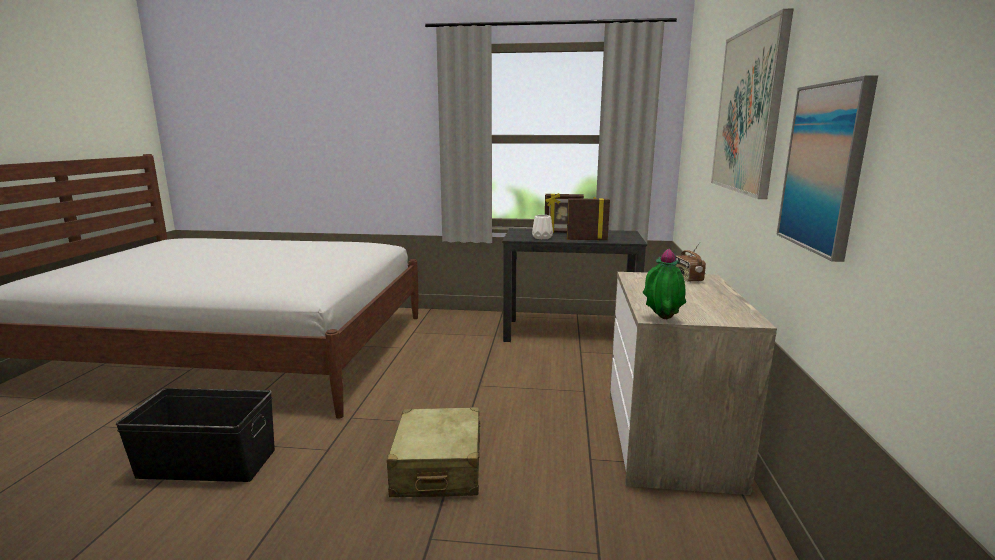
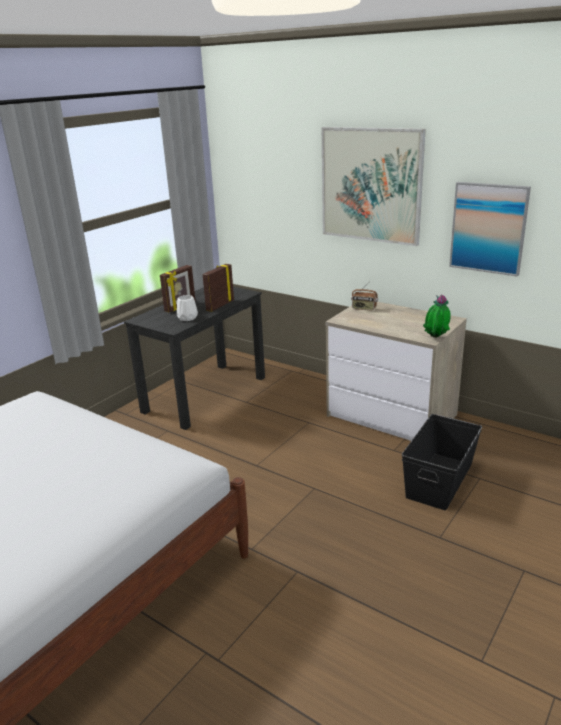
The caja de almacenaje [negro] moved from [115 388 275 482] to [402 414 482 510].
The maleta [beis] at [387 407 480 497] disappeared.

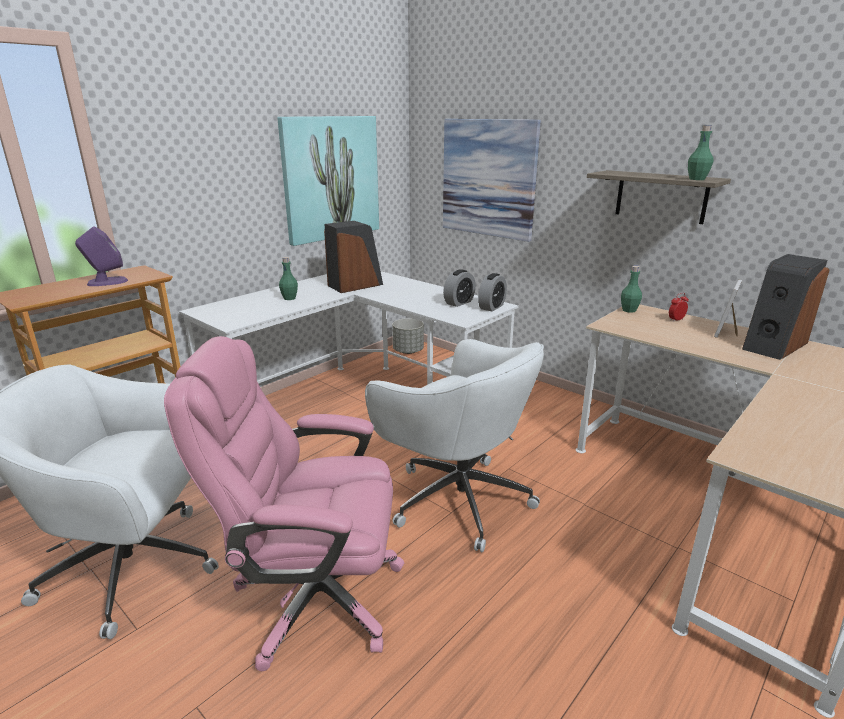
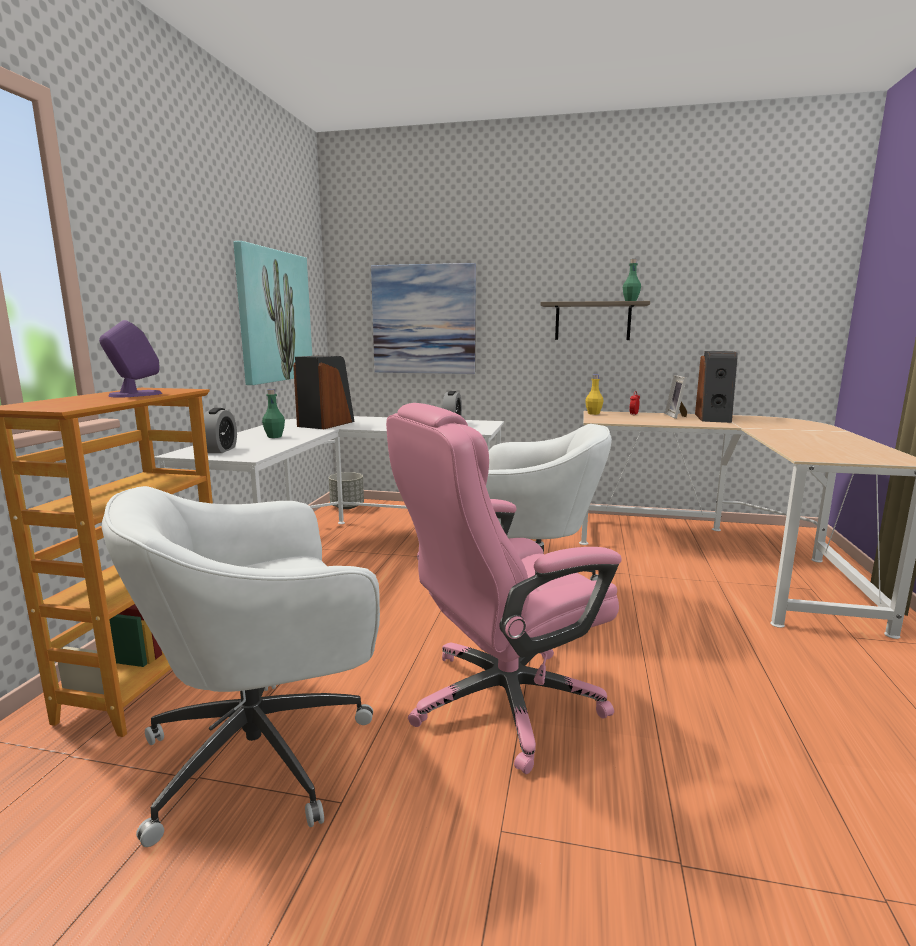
The despertador moved from [478 273 507 312] to [204 408 237 453].
The botella [verde] at [621 266 642 313] became the botella [amarillo] at [585 375 604 415].

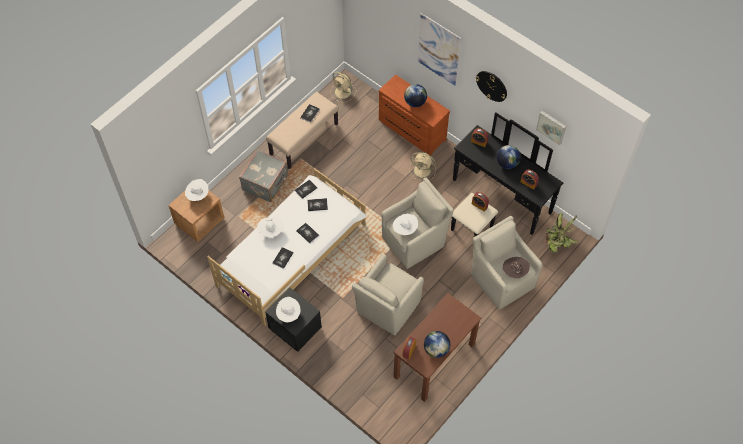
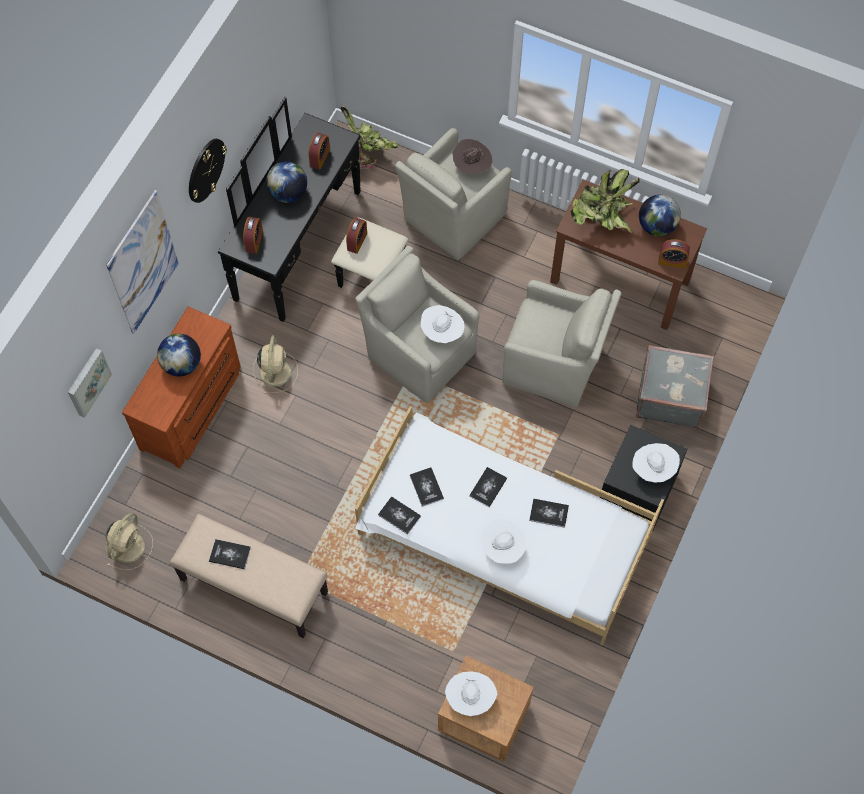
The maleta [gris] moved from [239 150 288 202] to [636 345 714 428].
The cuadro moved from [536 111 566 145] to [68 348 112 418].
The planta en maceta at [571 169 639 233] appeared.

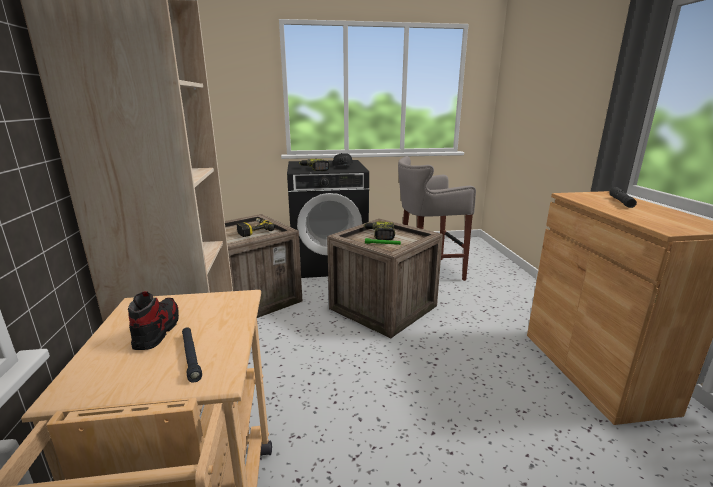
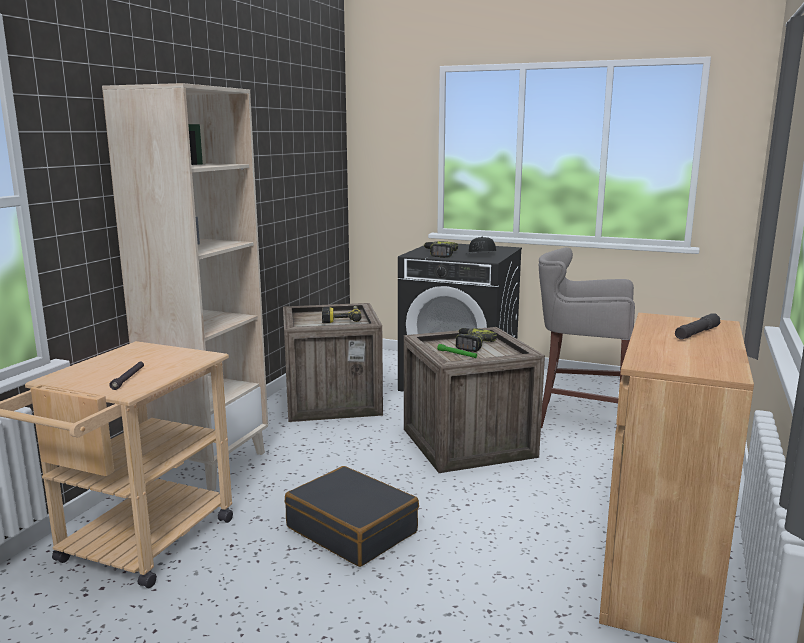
The zapato at [128 291 179 350] disappeared.
The maleta [negro] at [285 466 419 567] appeared.

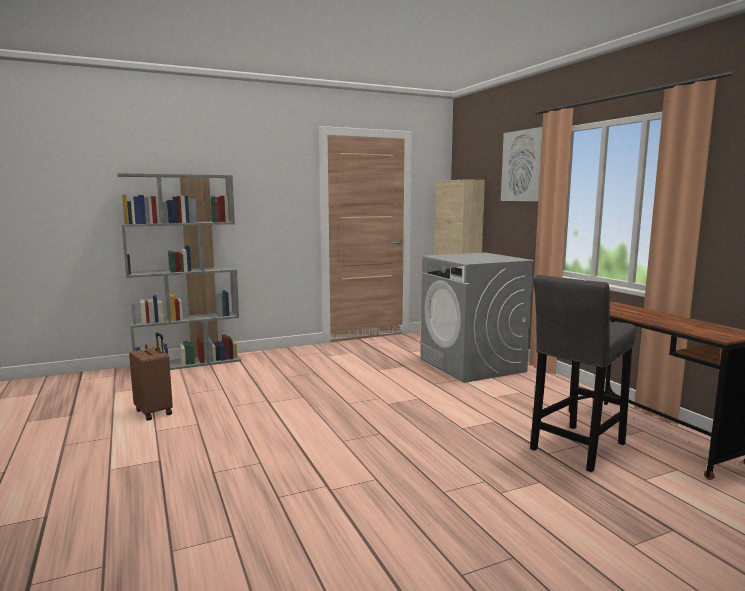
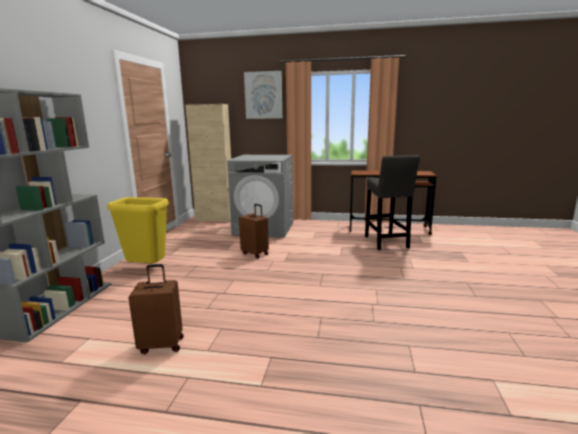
The papelera [amarillo] at [107 197 169 263] appeared.
The maleta [marrón] at [239 204 269 259] appeared.

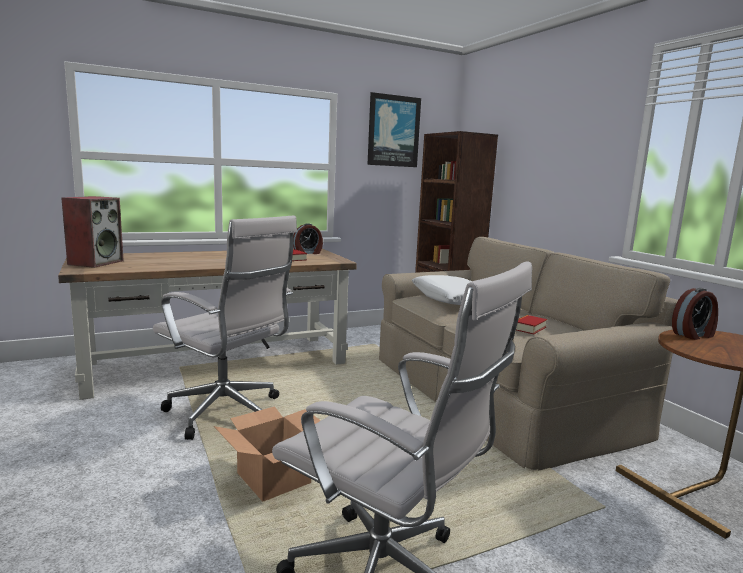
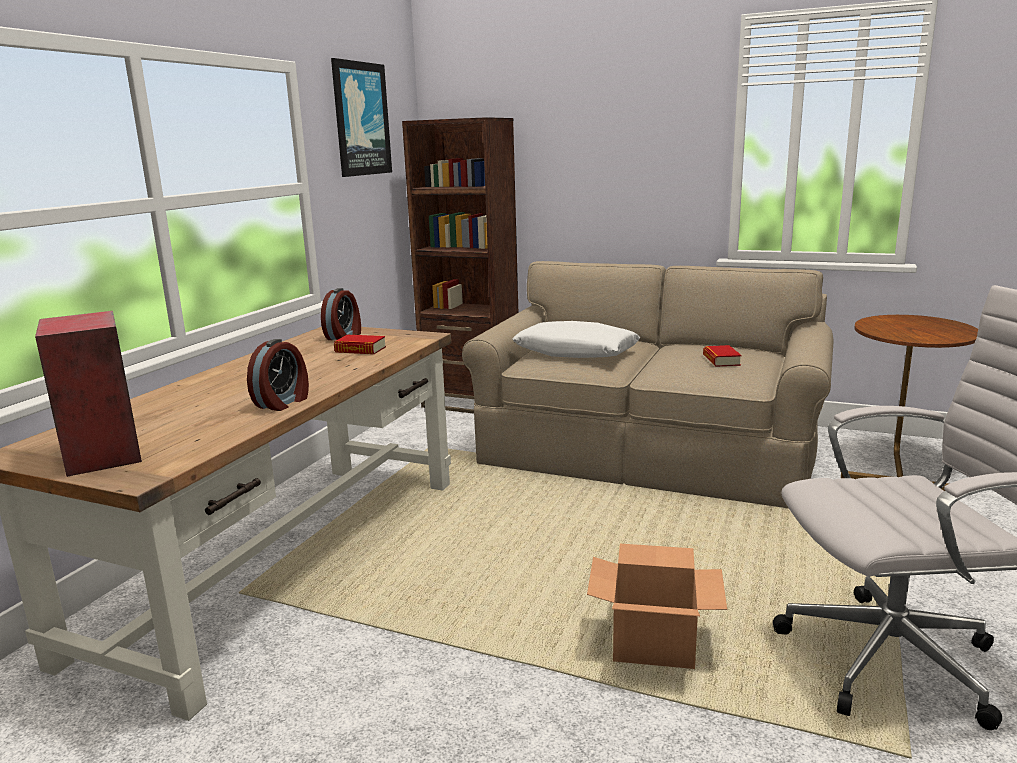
The silla de oficina [blanco] at [153 216 297 440] disappeared.
The despertador moved from [672 288 718 340] to [247 339 309 411].

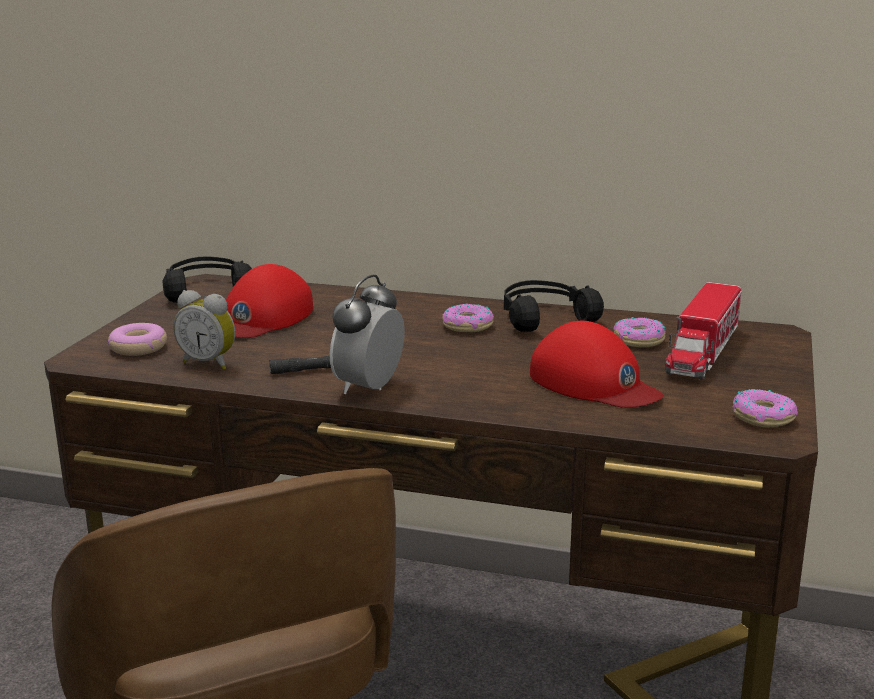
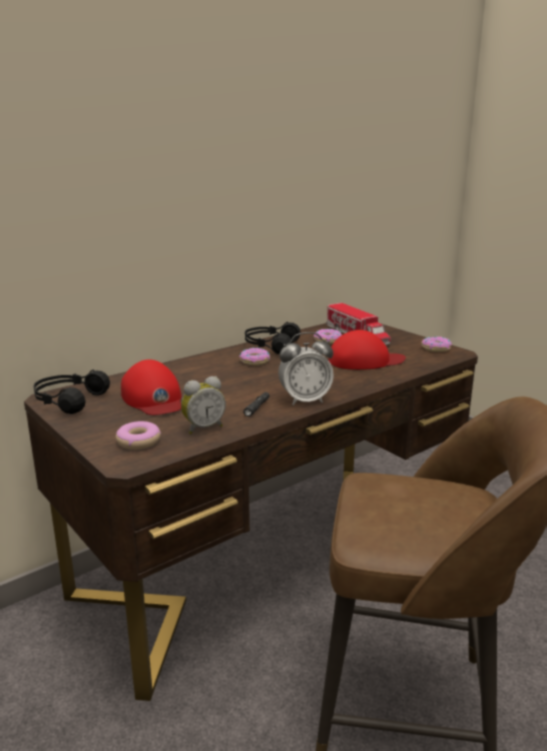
The despertador at [330 275 405 394] turned 75 degrees counterclockwise.

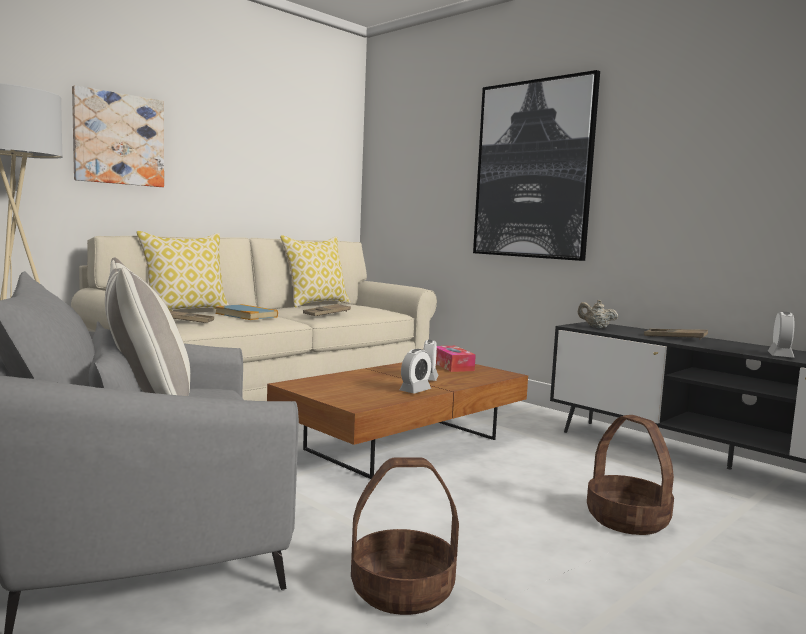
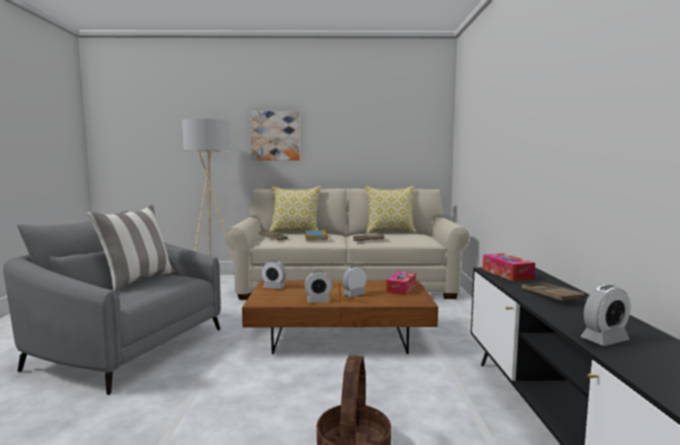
The cesta at [351 457 459 615] disappeared.
The cuadro at [473 70 600 261] disappeared.
The tetera [beis] at [578 300 618 329] was replaced by the caja de pañuelos at [482 253 535 281].
The despertador at [261 261 286 289] appeared.

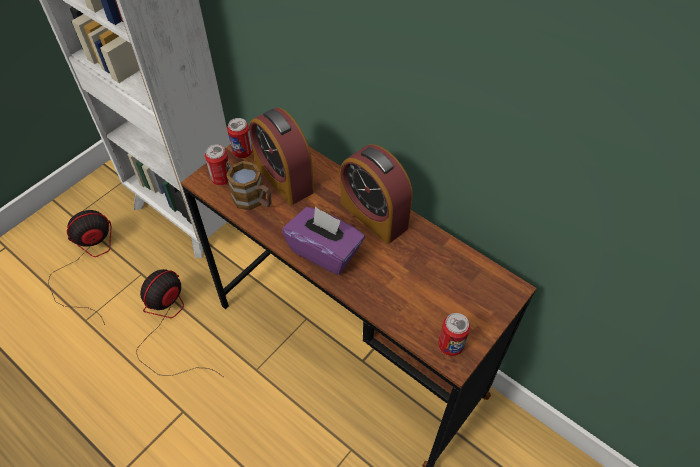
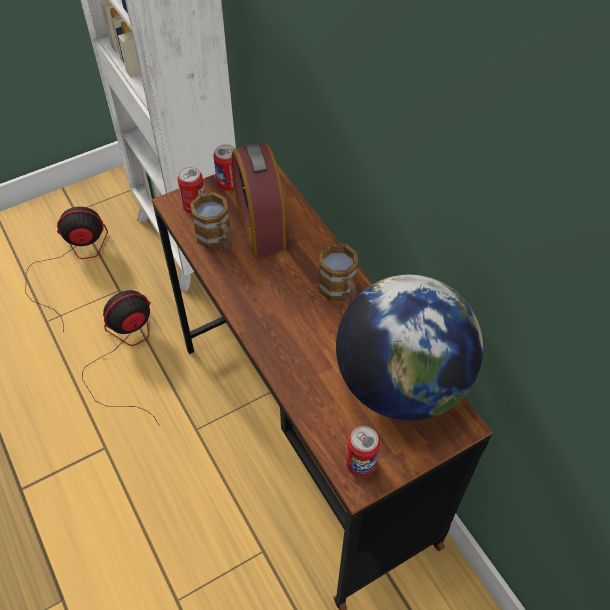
The caja de pañuelos [morado] at [282 206 365 275] disappeared.
The despertador at [340 145 413 244] was replaced by the taza grande at [319 244 358 306].
The globo terráqueo at [336 275 483 421] appeared.

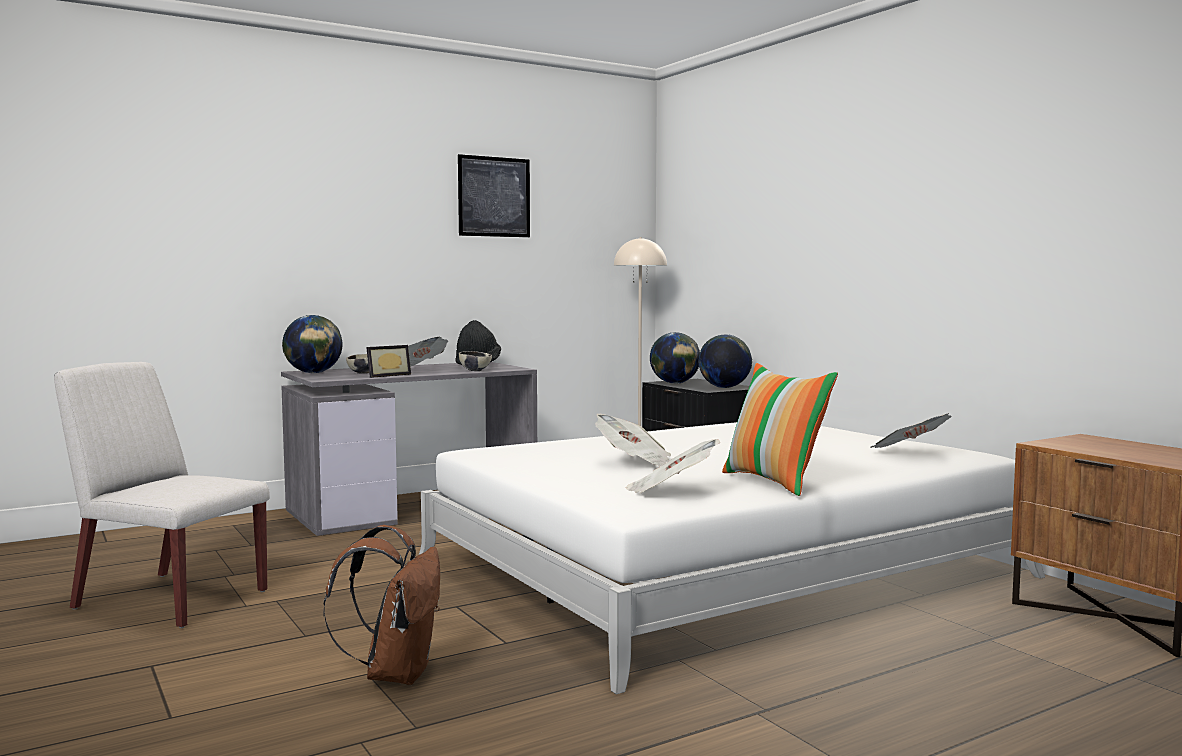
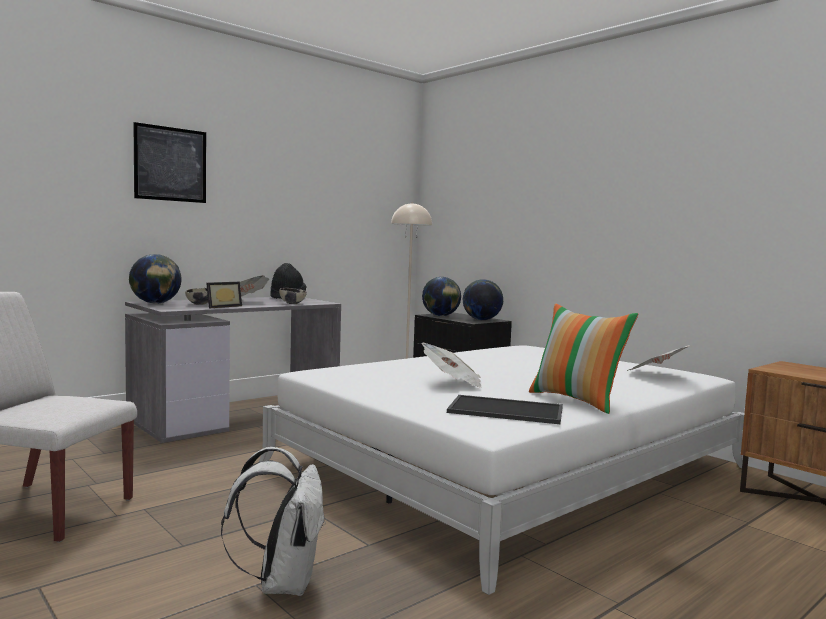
The mochila [marrón] at [324 525 440 685] became the mochila [blanco] at [221 447 326 596].
The cuadro moved from [458 154 530 237] to [133 122 206 203].
The periódico at [626 439 720 493] was replaced by the bandeja at [447 395 563 424].

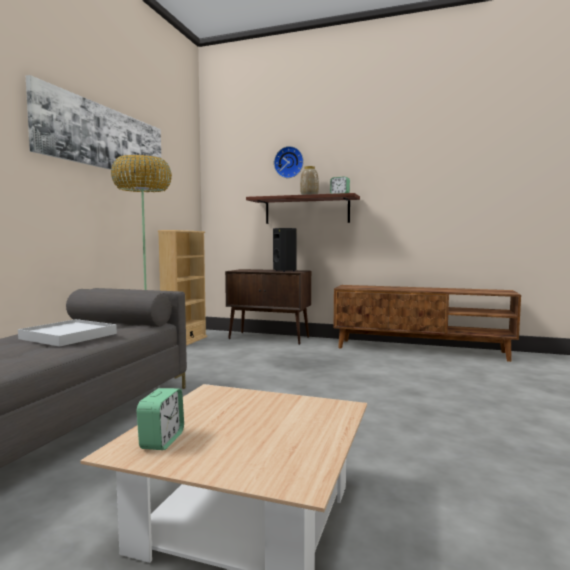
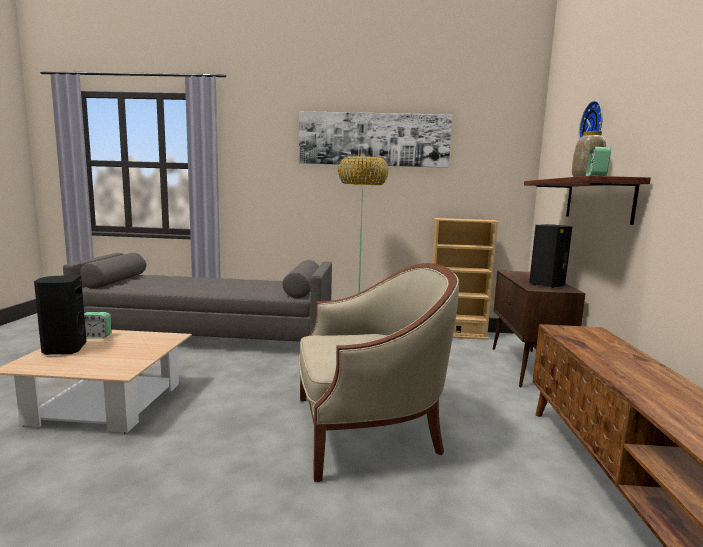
The bandeja [blanco] at [18 319 117 347] disappeared.
The altavoz [negro] at [34 275 87 355] appeared.
The sillón [beis] at [299 263 459 482] appeared.

